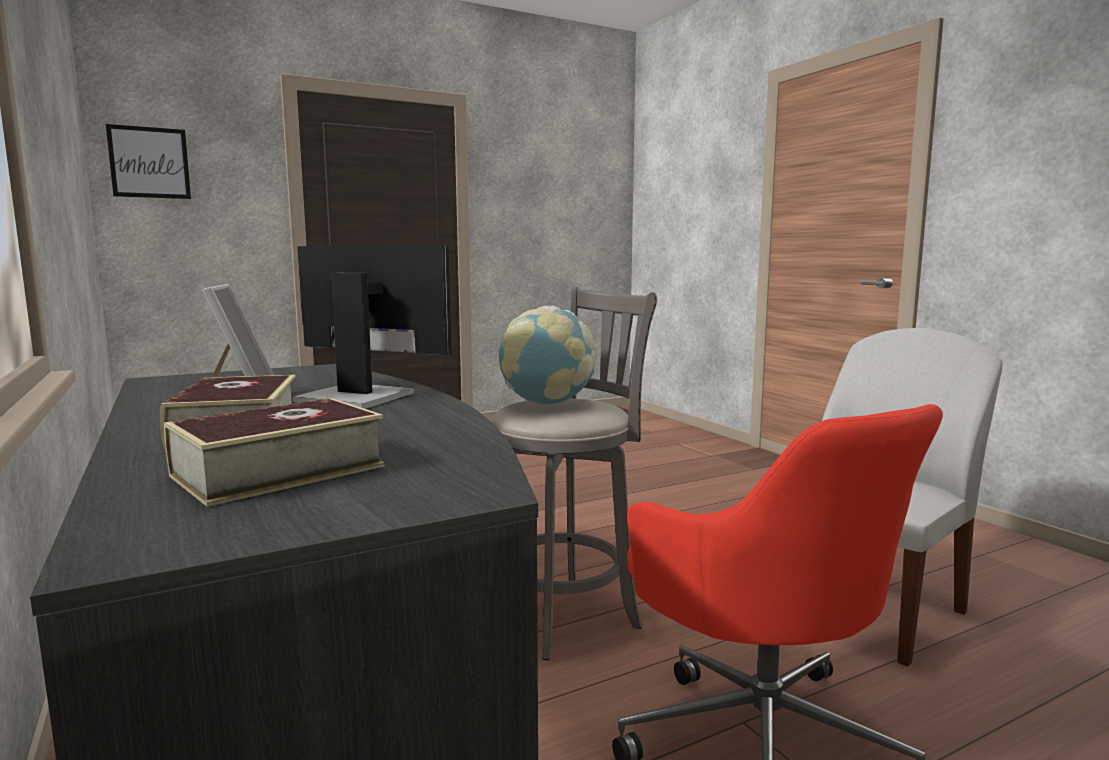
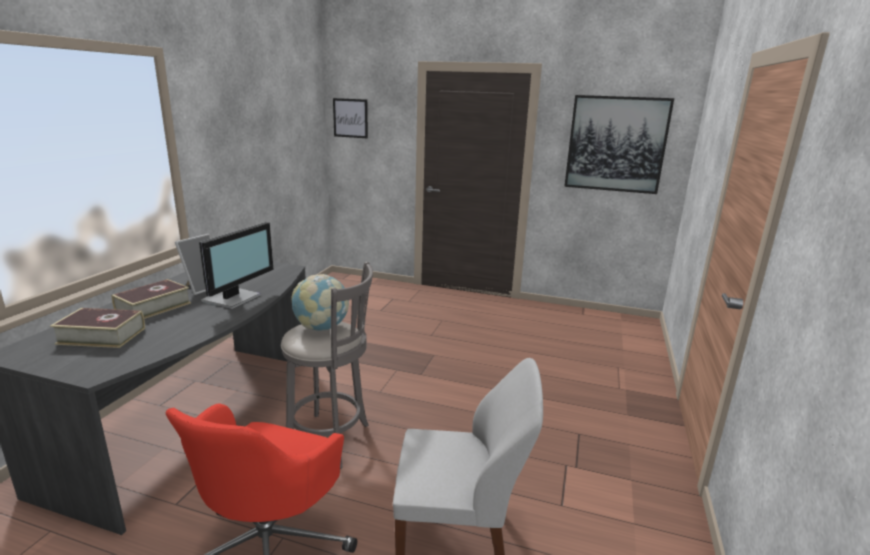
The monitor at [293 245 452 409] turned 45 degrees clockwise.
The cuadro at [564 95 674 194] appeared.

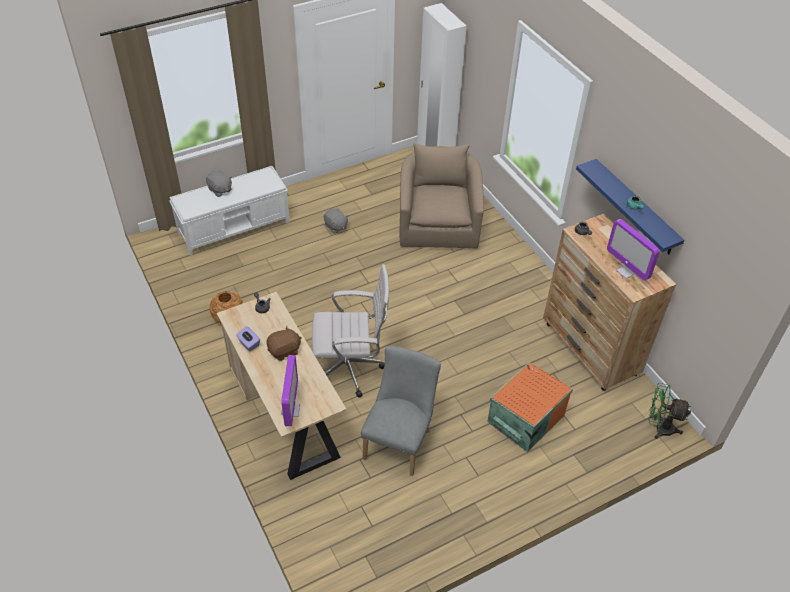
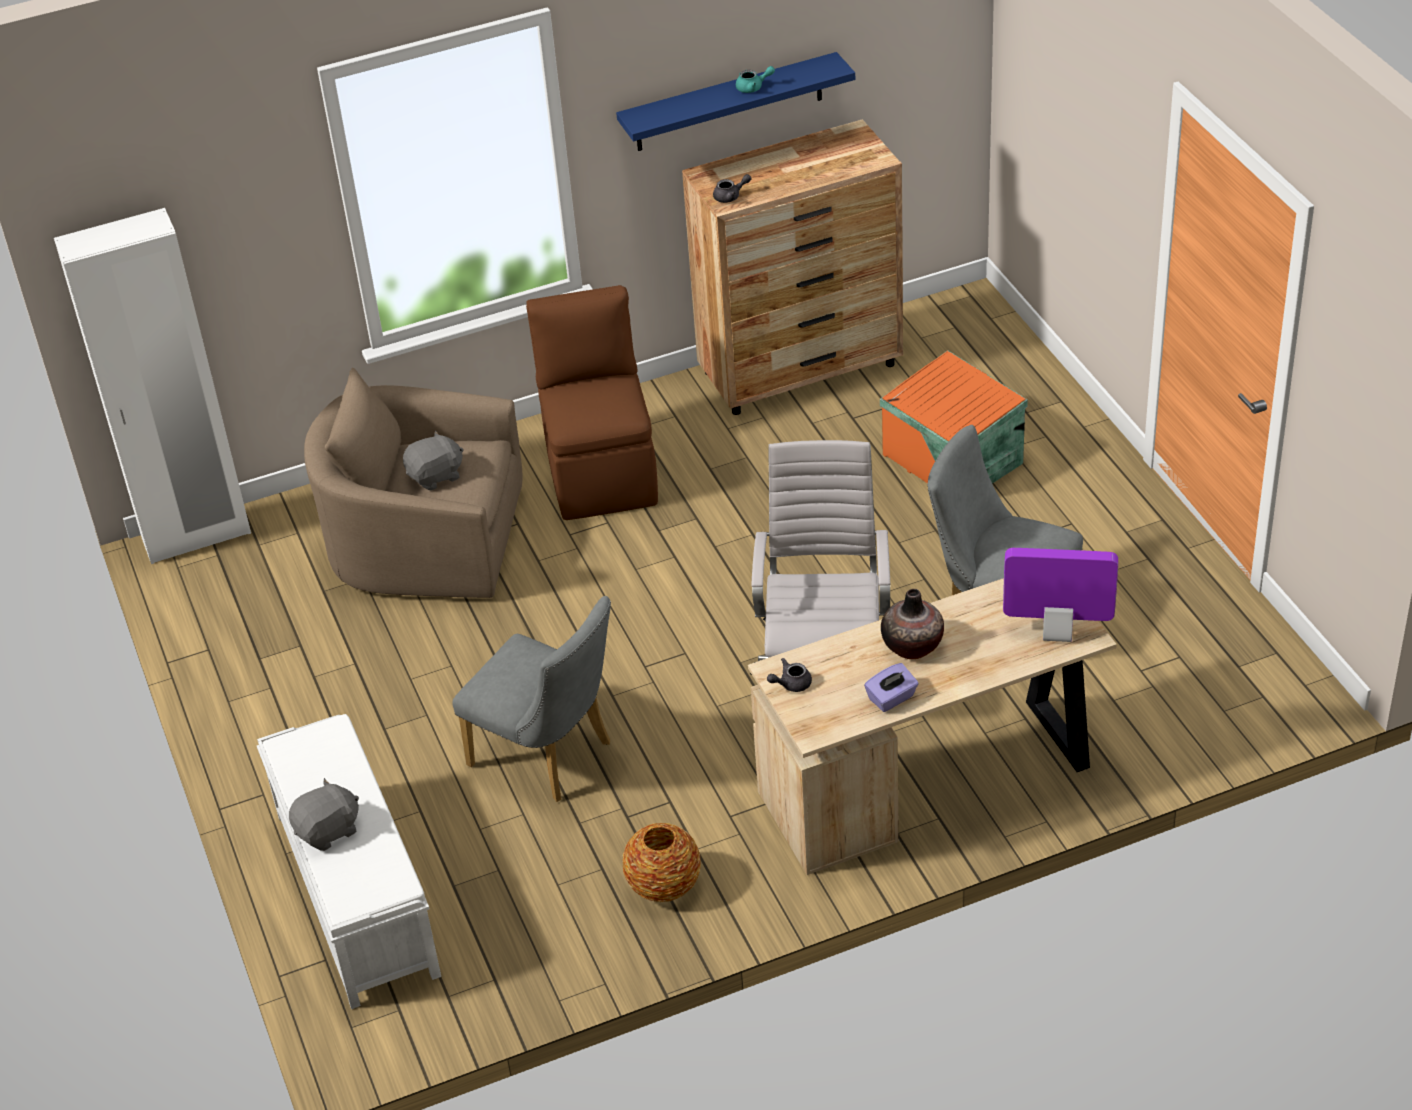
The peluche [marrón] at [266 326 302 361] was replaced by the florero at [881 589 944 659].
The peluche [gris] moved from [324 208 349 234] to [403 430 463 490].
The monitor at [607 219 660 281] disappeared.
The ventilador [verde] at [648 383 691 439] disappeared.
The silla [gris] at [452 596 611 802] appeared.
The silla [marrón] at [526 285 658 520] appeared.

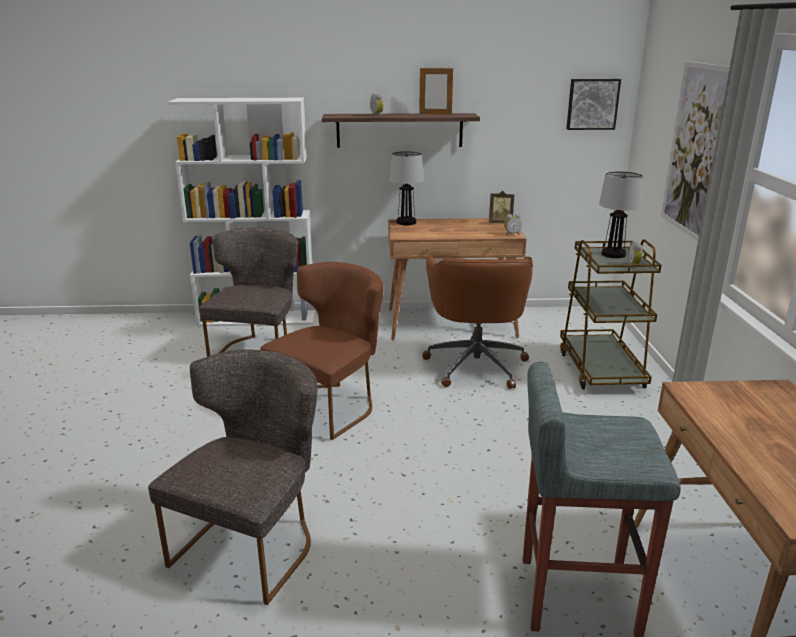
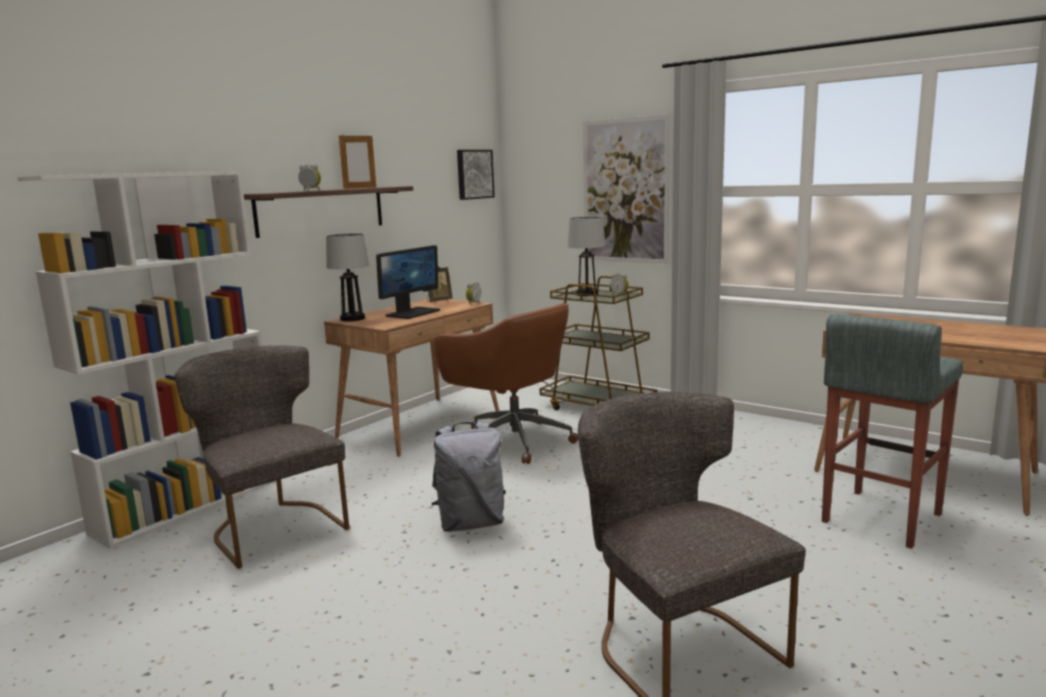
The silla [marrón] at [260 262 384 440] was replaced by the mochila [gris] at [432 422 506 532].
The monitor at [376 245 440 319] appeared.

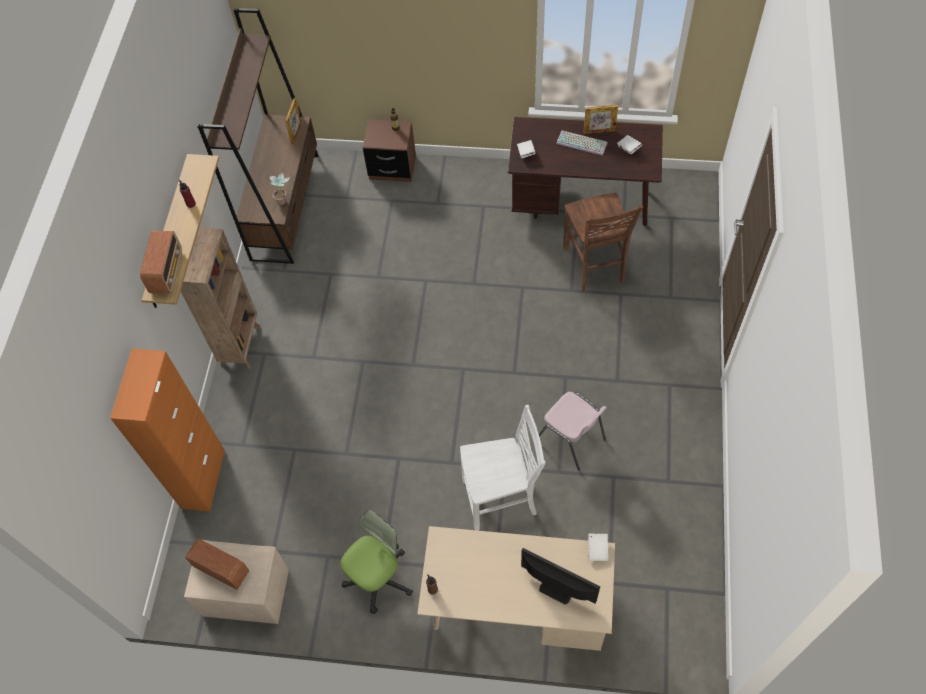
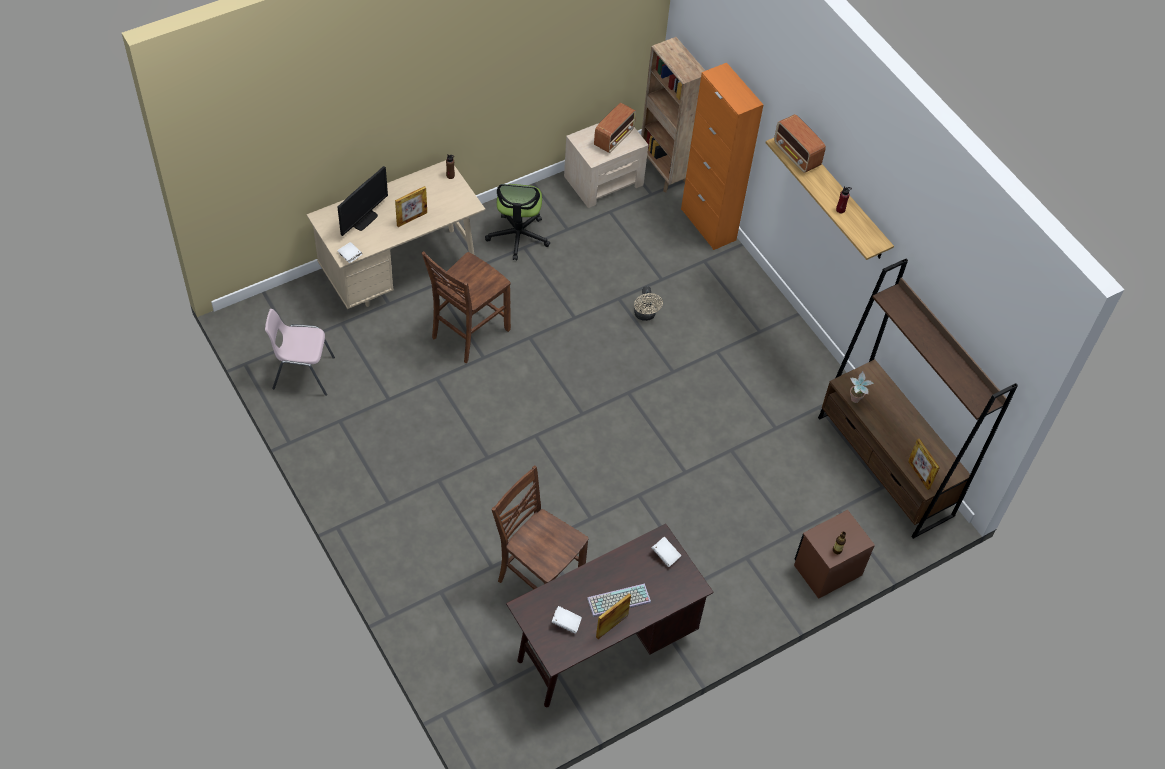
The estantería [marrón] moved from [181 227 261 369] to [641 37 705 192].
The radio at [185 538 249 590] turned 45 degrees counterclockwise.
The silla [blanco] at [460 405 545 531] became the silla [marrón] at [422 251 511 363].
The monitor at [521 548 600 604] turned 45 degrees counterclockwise.
The silla [rosa] moved from [539 392 607 471] to [265 309 335 396].
The portarretratos at [395 186 427 227] appeared.
The ventilador [beis] at [634 286 663 321] appeared.

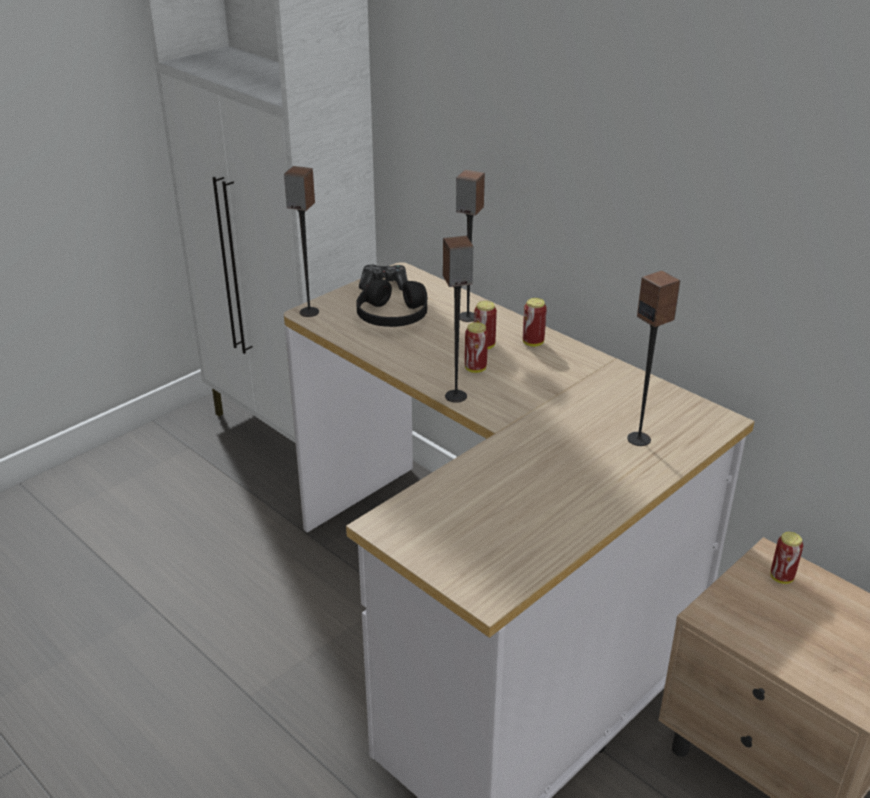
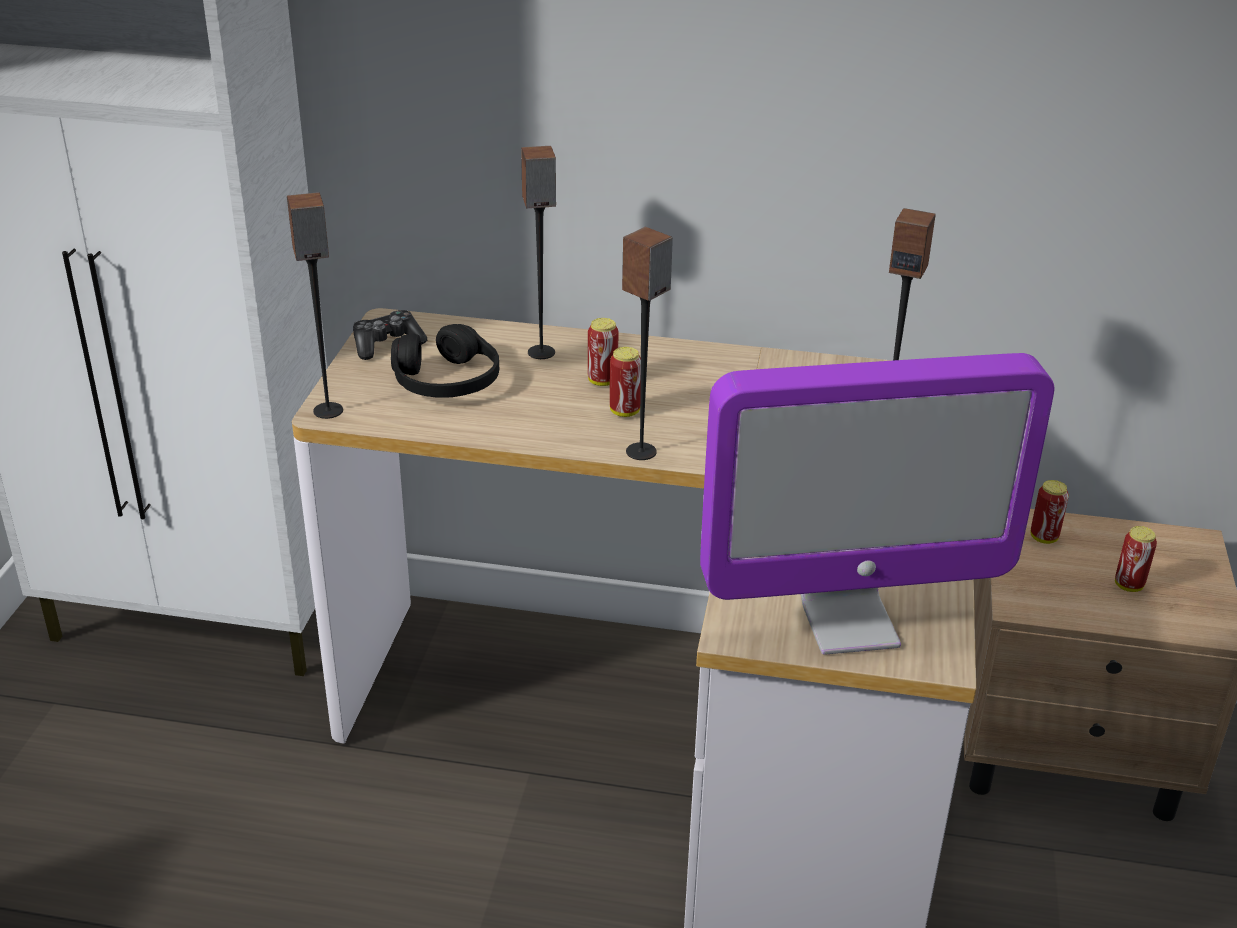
The lata moved from [523 298 547 347] to [1115 526 1157 592].
The monitor at [700 353 1054 655] appeared.

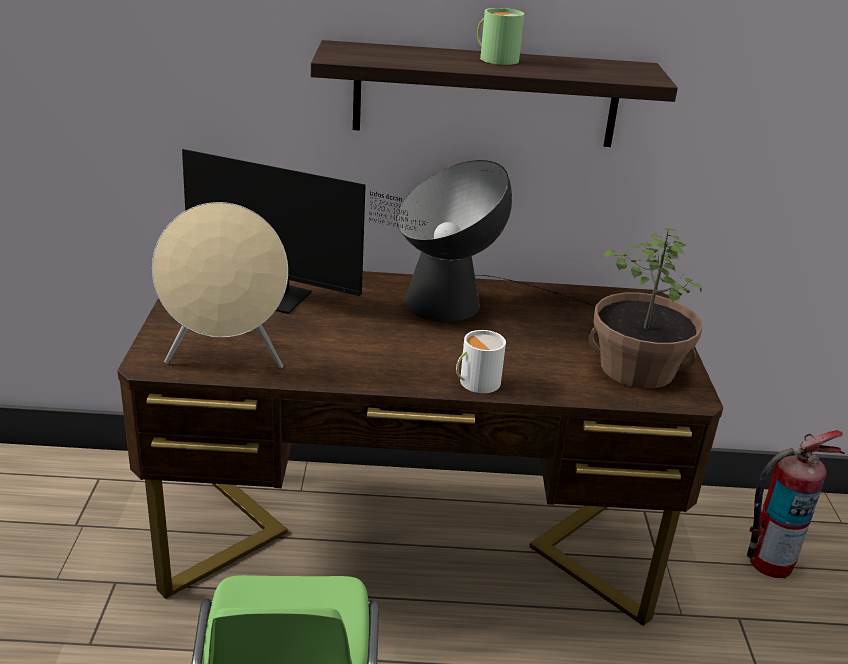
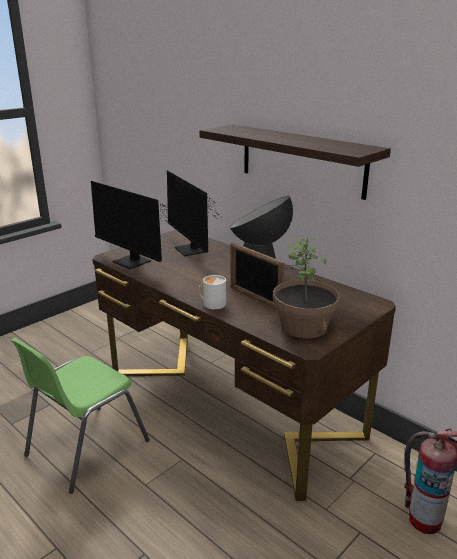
The altavoz [beis] at [152 202 288 368] was replaced by the monitor at [91 181 183 269].
The taza grande [verde] at [477 8 524 65] disappeared.
The portarretratos at [231 242 284 310] appeared.

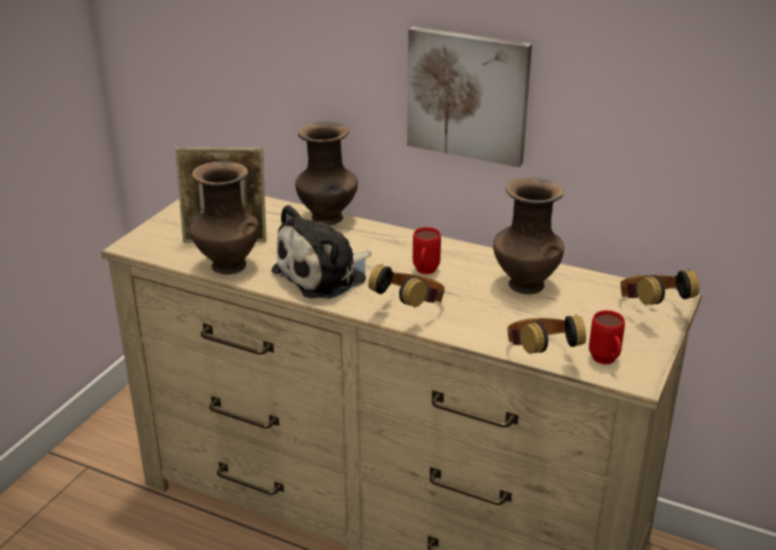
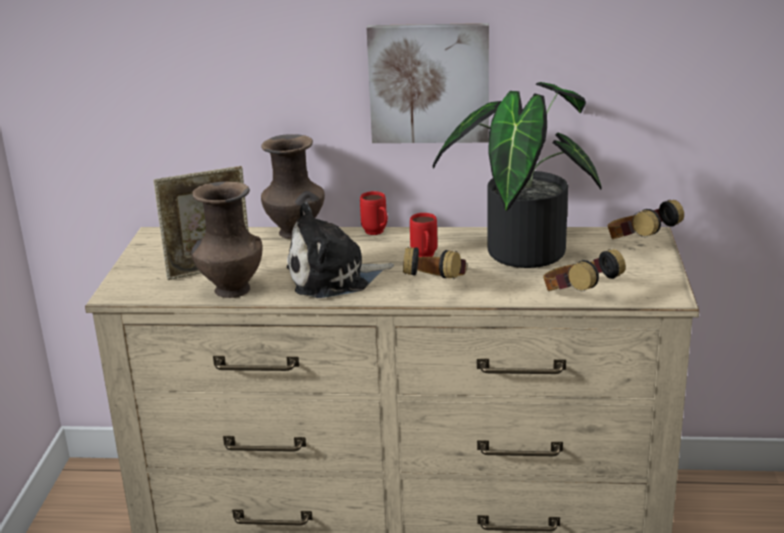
The peluche at [271 205 372 299] turned 45 degrees clockwise.
The florero [marrón] at [493 177 564 295] was replaced by the planta en maceta at [433 82 602 268].
The taza grande [rojo] moved from [589 310 625 364] to [360 191 388 235].

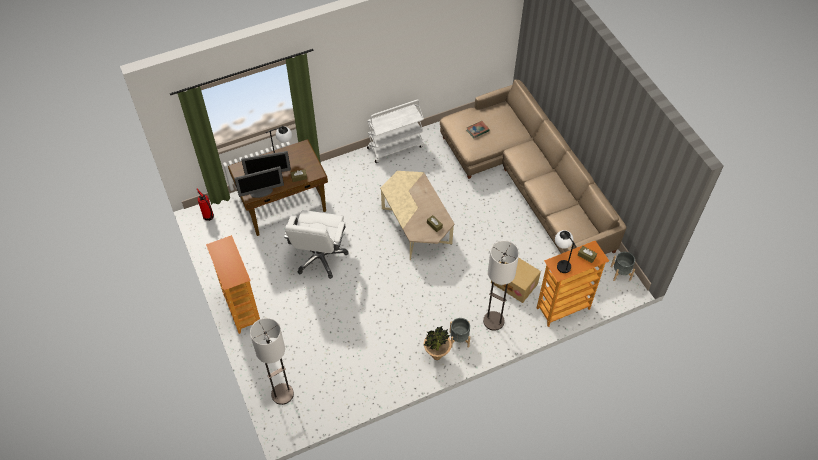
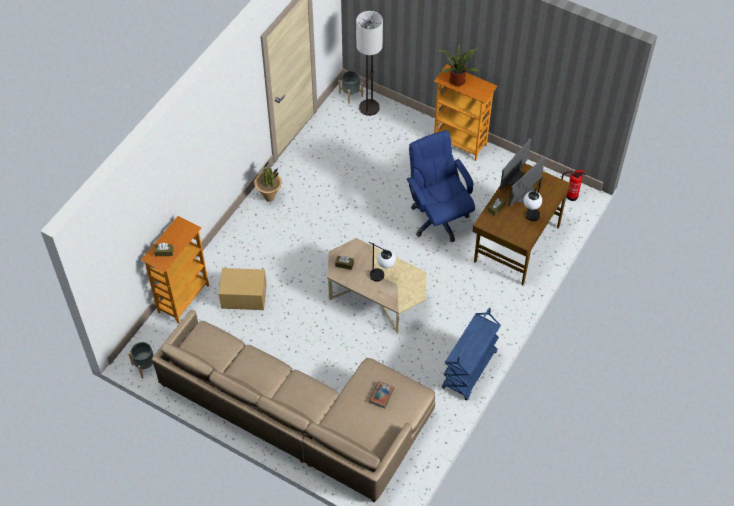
The silla de oficina [blanco] at [284 210 349 279] became the silla de oficina [azul] at [407 130 475 242].
The carrito [blanco] at [367 99 424 163] became the carrito [azul] at [442 308 501 400].
The maceta [gris] moved from [450 318 470 348] to [338 71 363 104].
The lámpara de pie at [483 240 519 331] disappeared.
The lámpara de mesa moved from [555 230 576 273] to [368 242 396 282].
The planta en maceta at [438 43 478 87] appeared.

